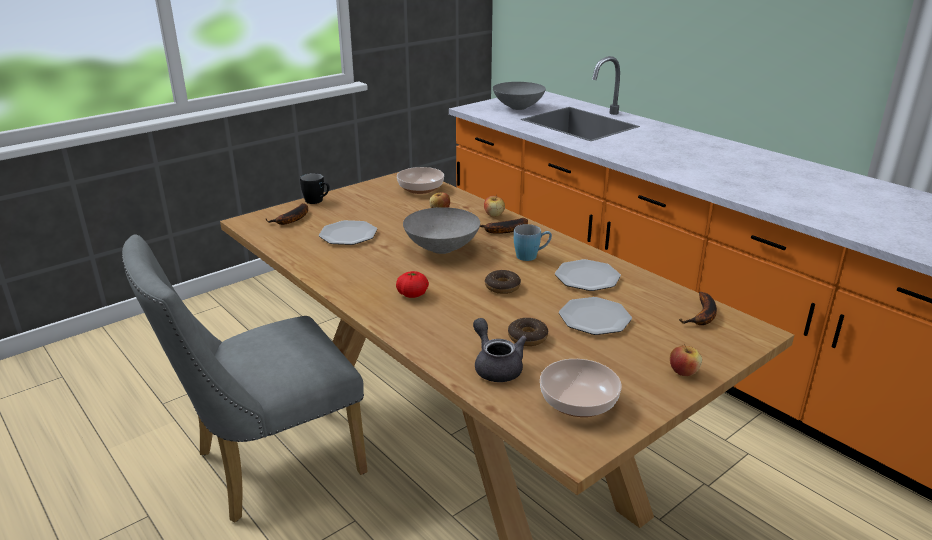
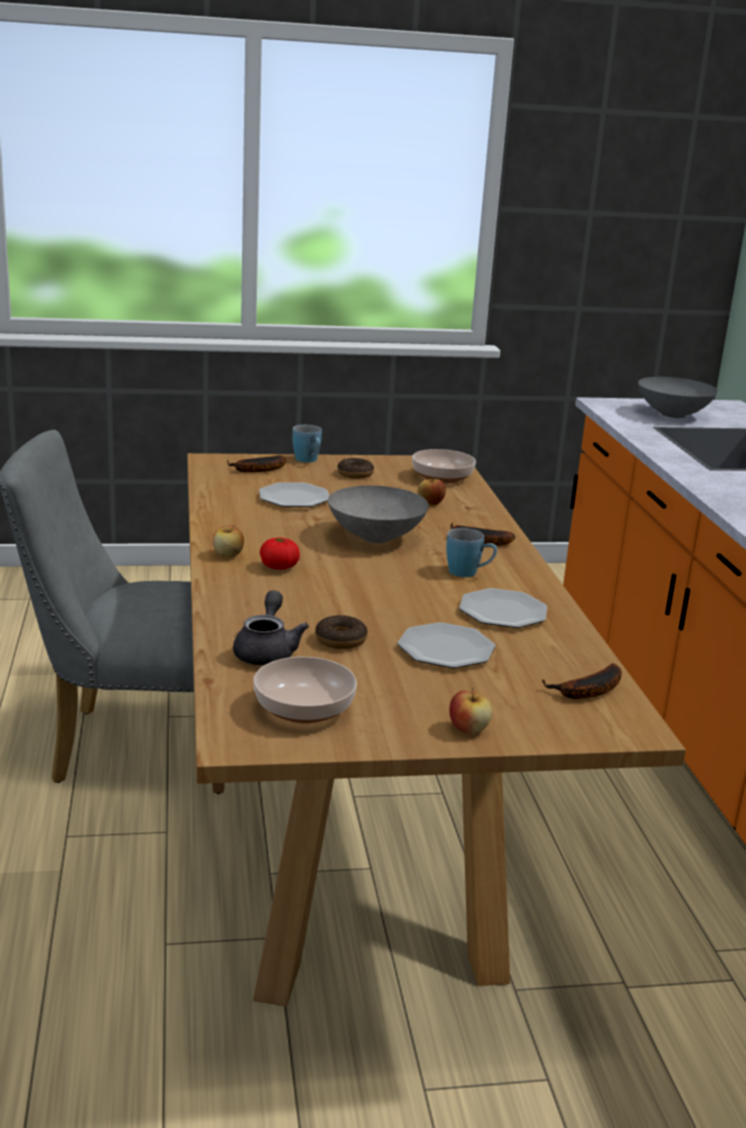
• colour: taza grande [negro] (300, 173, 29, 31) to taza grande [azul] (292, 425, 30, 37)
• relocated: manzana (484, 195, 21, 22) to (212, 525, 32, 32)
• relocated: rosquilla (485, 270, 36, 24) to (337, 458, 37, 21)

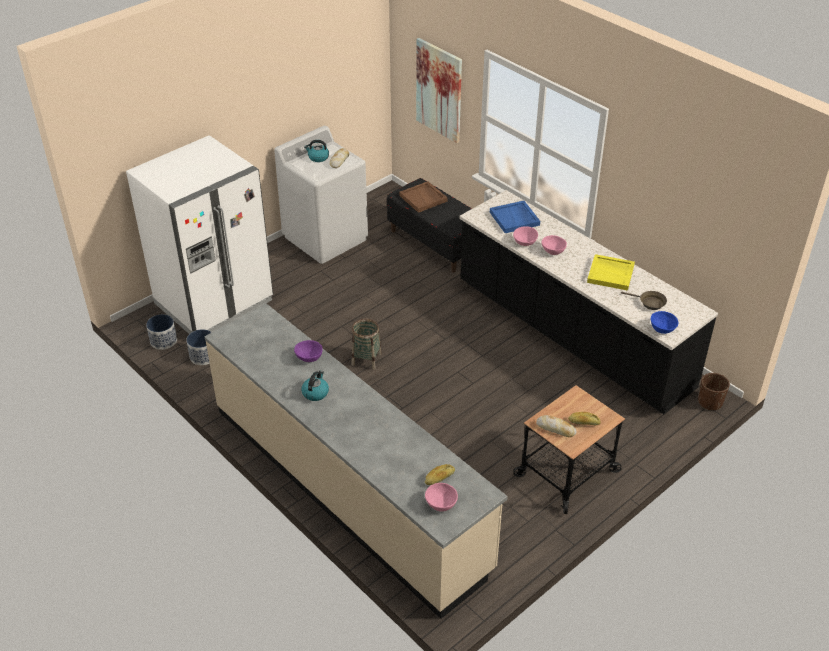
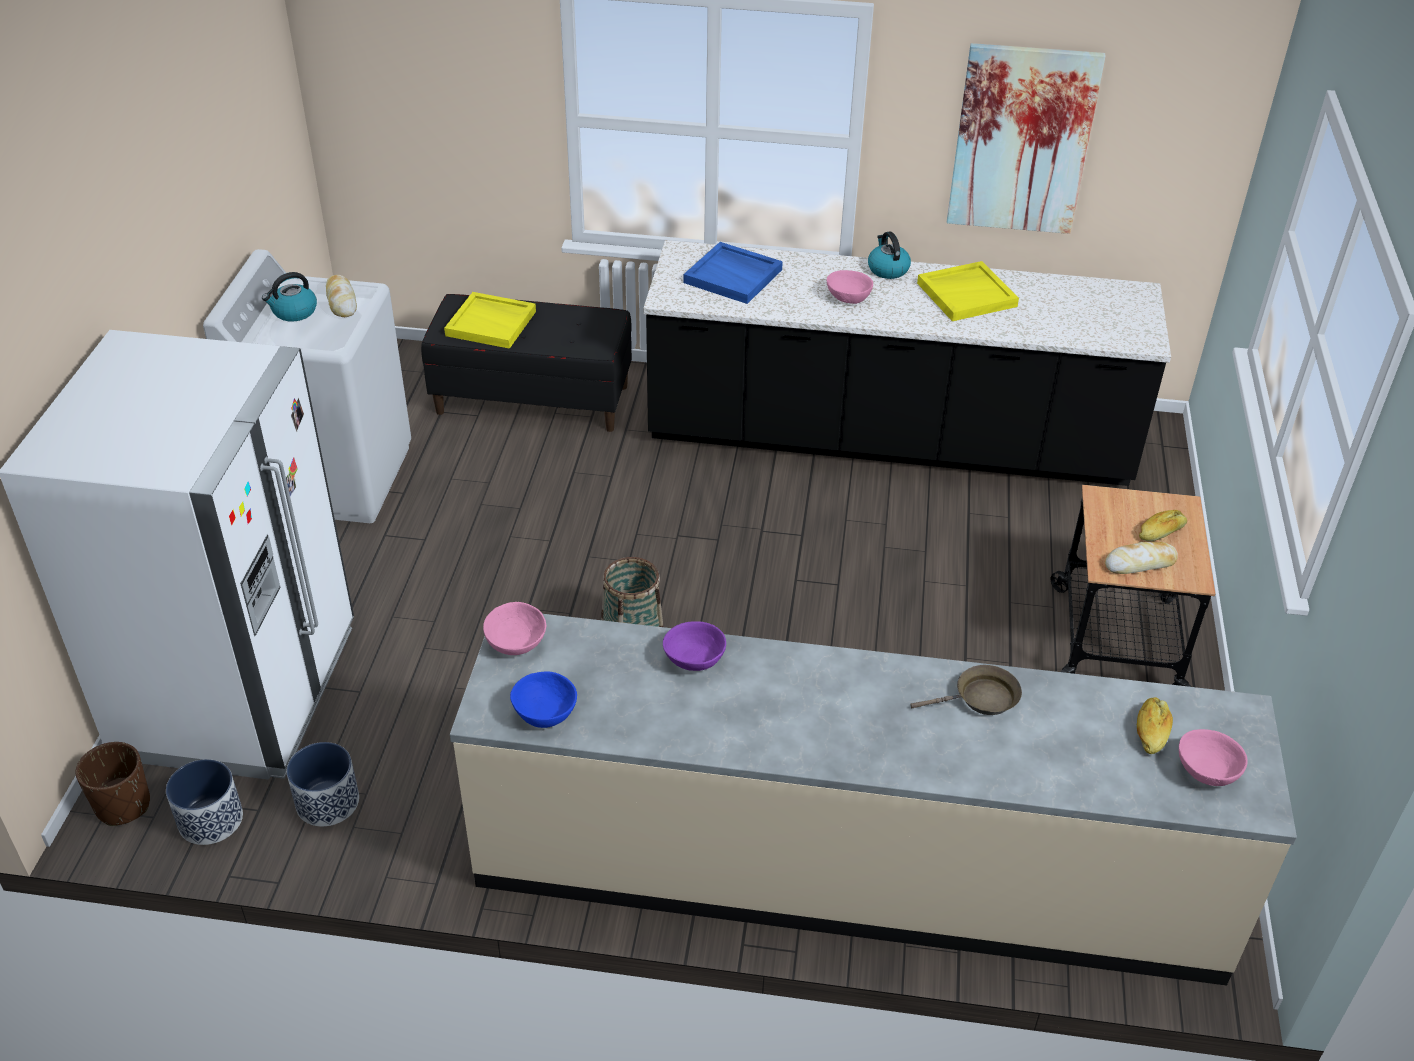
• relocated: cuadro (416, 38, 46, 105) to (947, 43, 158, 191)
• colour: bandeja [marrón] (399, 181, 49, 32) to bandeja [amarillo] (444, 292, 92, 57)
• relocated: cuenco [rosa] (513, 226, 25, 20) to (483, 602, 63, 53)
• relocated: sartén [marrón] (621, 291, 46, 19) to (910, 665, 112, 50)
• relocated: cuenco [azul] (651, 311, 27, 23) to (510, 671, 67, 57)
• relocated: hervidor (301, 371, 28, 30) to (868, 232, 43, 47)
• relocated: maceta [marrón] (698, 373, 32, 37) to (76, 742, 74, 84)

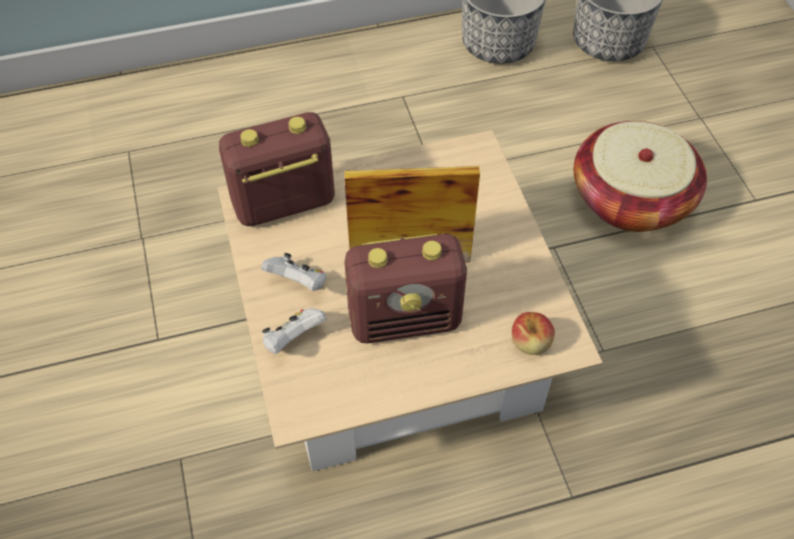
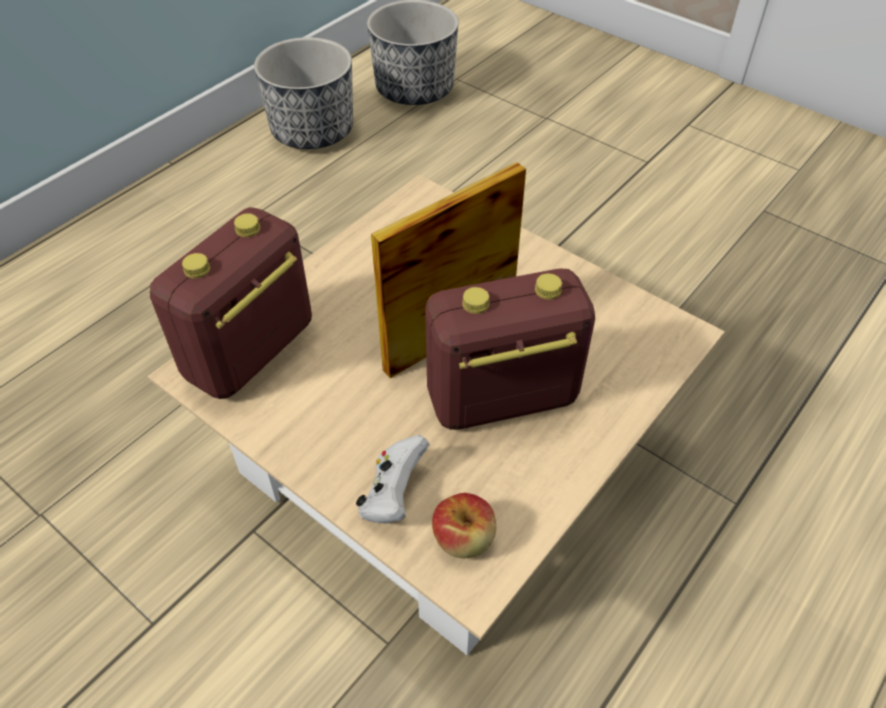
• missing: cesta (574, 121, 133, 111)
• spun: radio (344, 234, 123, 109) = (425, 268, 170, 162) 150 degrees counterclockwise
• missing: mando de consola [blanco] (261, 253, 65, 38)
• relocated: manzana (512, 312, 43, 43) to (432, 493, 64, 65)

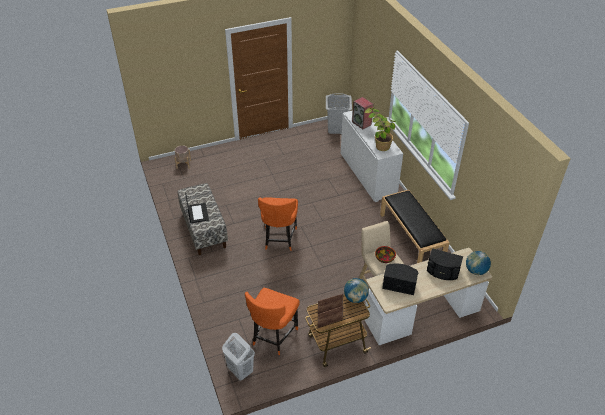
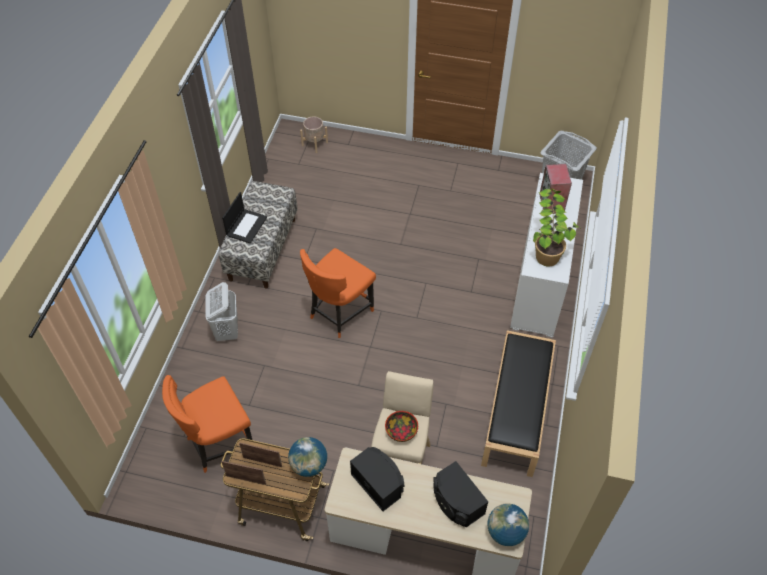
• relocated: cesto de la ropa [blanco] (222, 333, 33, 48) to (205, 282, 33, 59)

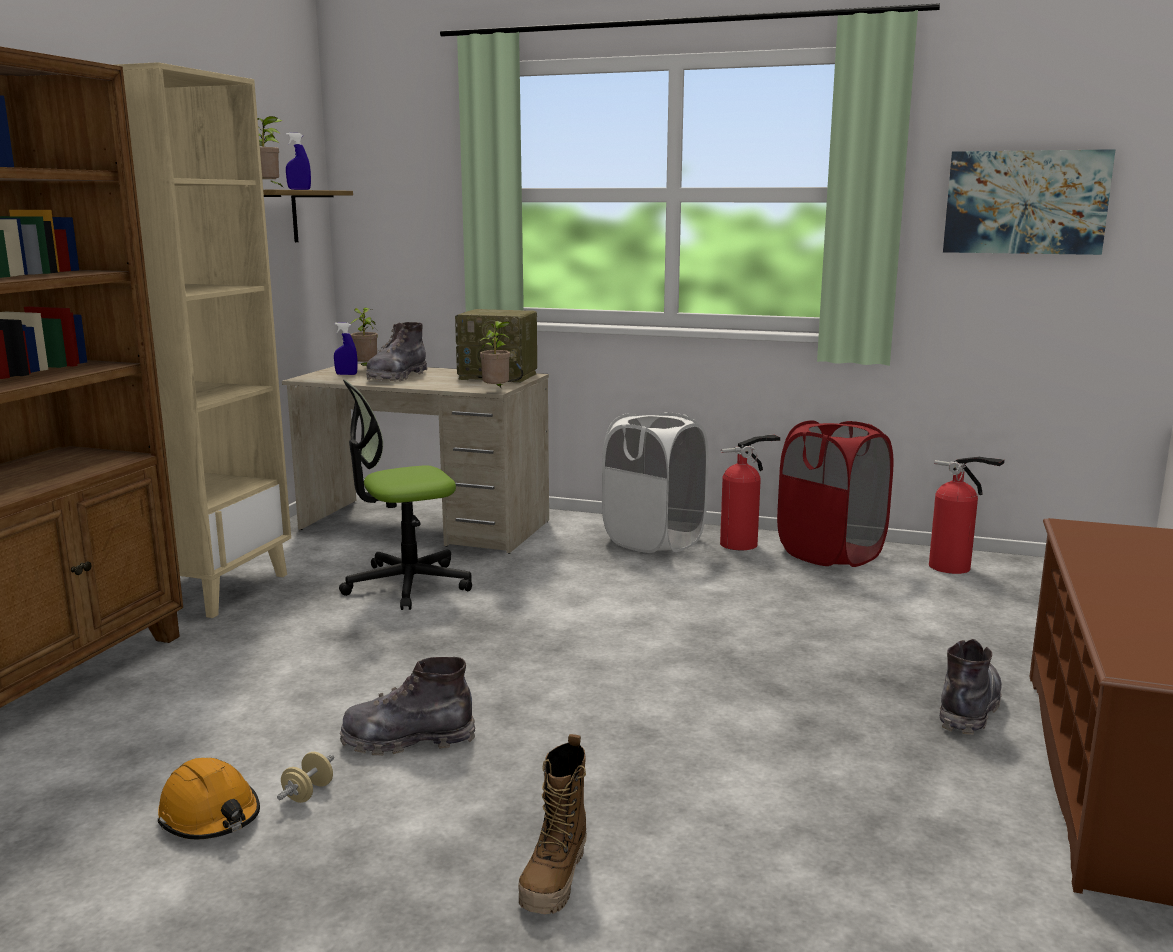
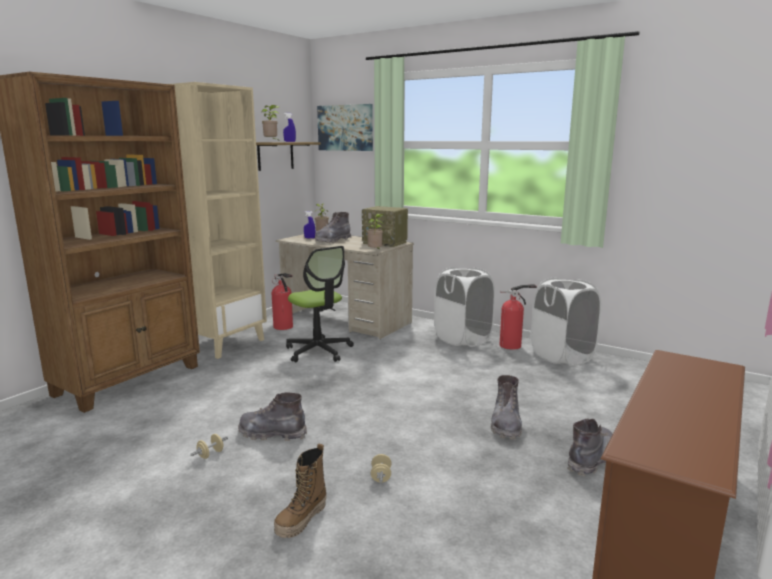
• relocated: cuadro (943, 149, 173, 106) to (317, 104, 56, 47)
• spun: silla de oficina (339, 380, 133, 230) = (286, 246, 68, 116) 120 degrees counterclockwise
• colour: cesto de la ropa [rojo] (777, 420, 116, 147) to cesto de la ropa [blanco] (531, 278, 71, 88)
• relocated: extintor (929, 457, 76, 117) to (271, 273, 22, 57)
• missing: casco [naranja] (158, 758, 102, 81)
• appeared: bota [gris] (491, 375, 31, 65)
• appeared: mancuerna [beis] (371, 454, 21, 29)

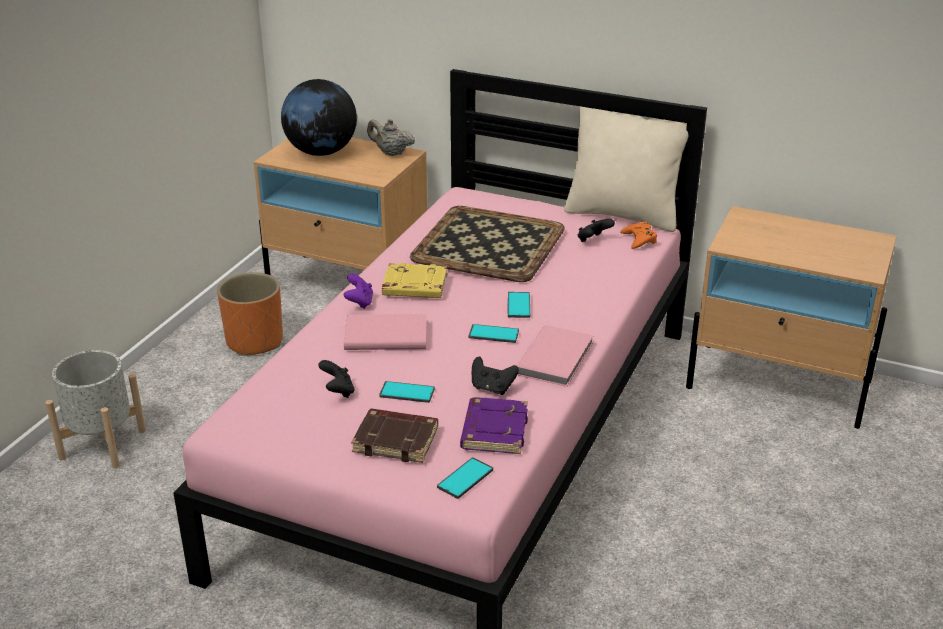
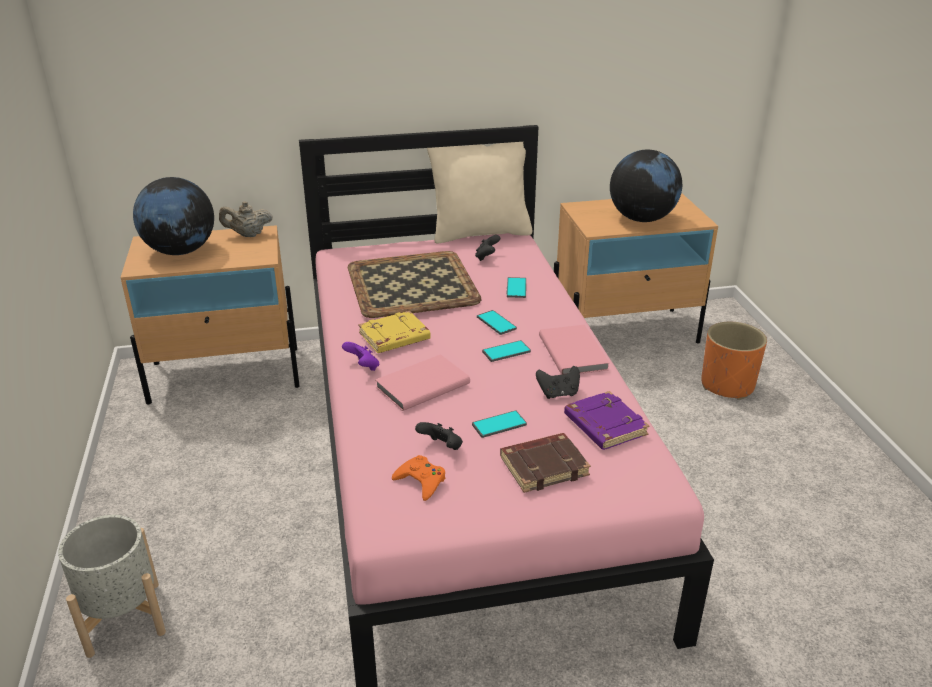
• relocated: mando de consola [naranja] (620, 221, 37, 28) to (392, 455, 53, 46)
• relocated: maceta [naranja] (217, 272, 66, 84) to (701, 322, 66, 78)
• relocated: móvil (437, 457, 56, 42) to (507, 277, 19, 21)
• appeared: globo terráqueo (610, 150, 72, 72)

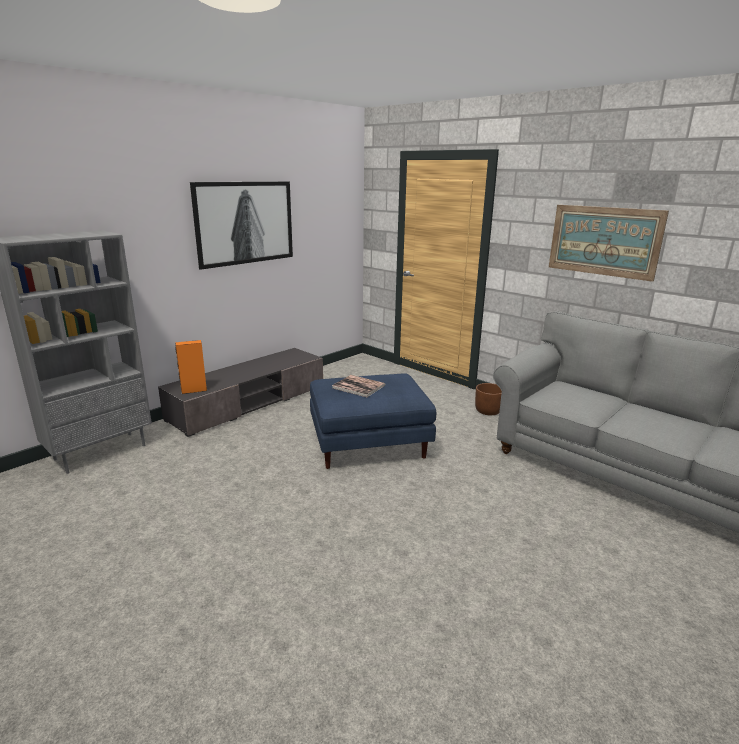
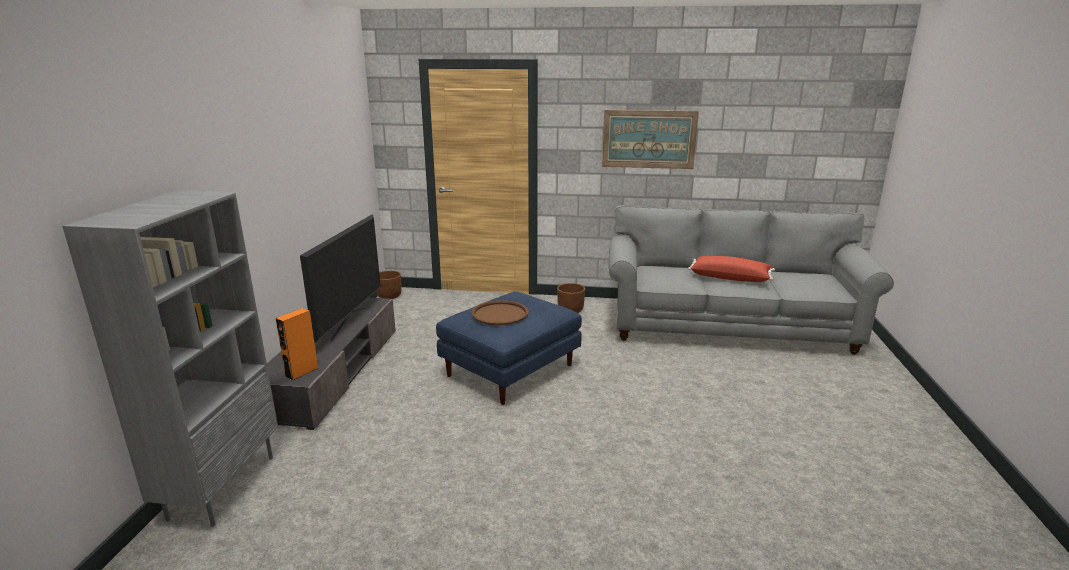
• missing: cuadro (190, 181, 103, 89)
• exchanged: libro (332, 375, 53, 22) to bandeja [marrón] (471, 300, 58, 25)
• appeared: televisor (300, 214, 81, 129)
• appeared: cojín [rojo] (688, 256, 87, 26)
• appeared: maceta [marrón] (376, 271, 25, 28)

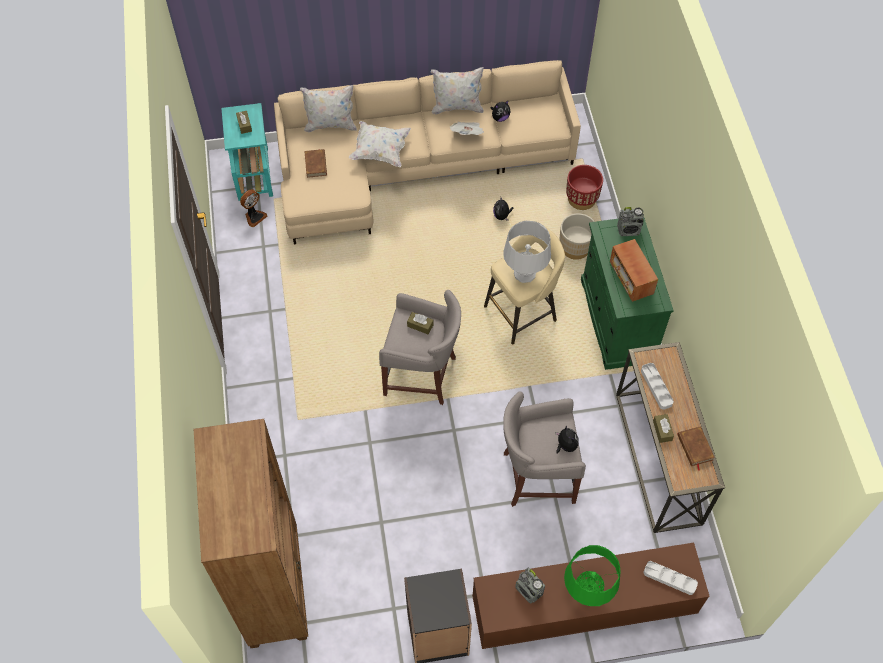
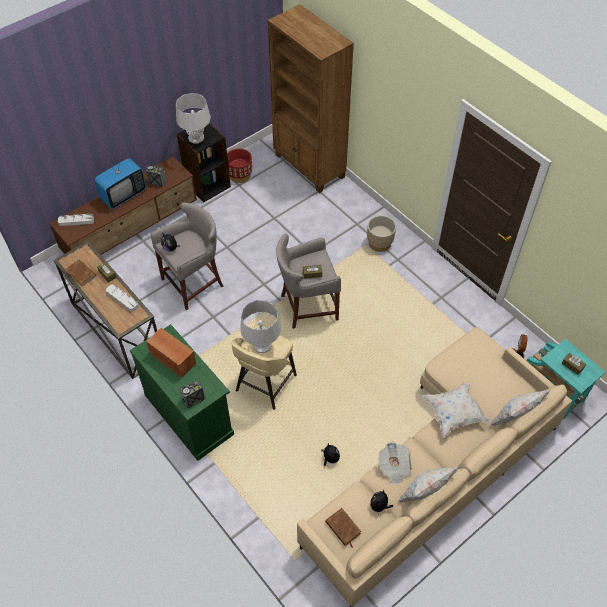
• relocated: libro [marrón] (305, 149, 22, 29) to (325, 508, 36, 39)
• relocated: maceta [rojo] (566, 165, 37, 45) to (227, 148, 25, 35)
• relocated: maceta [beis] (559, 213, 36, 47) to (367, 215, 29, 37)
• exchanged: lámpara de mesa [verde] (564, 545, 57, 61) to televisor (94, 154, 52, 55)
• appeared: lámpara de mesa [gris] (176, 93, 35, 51)

